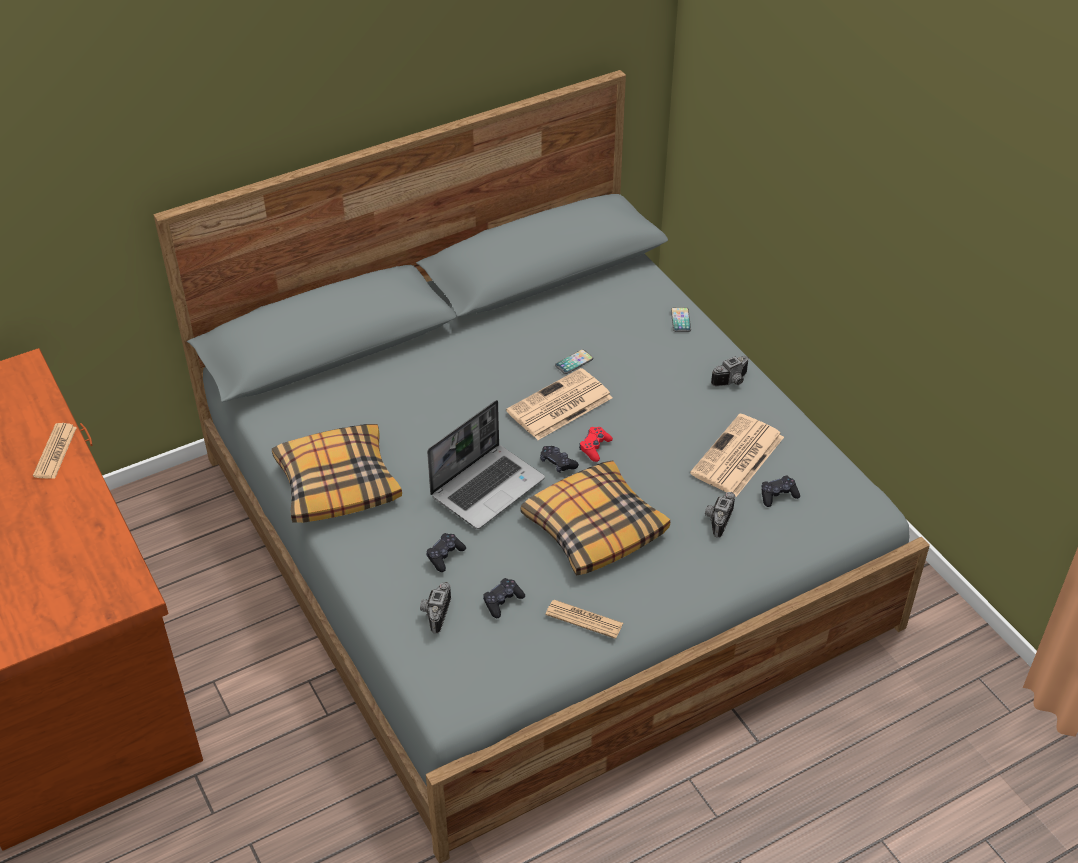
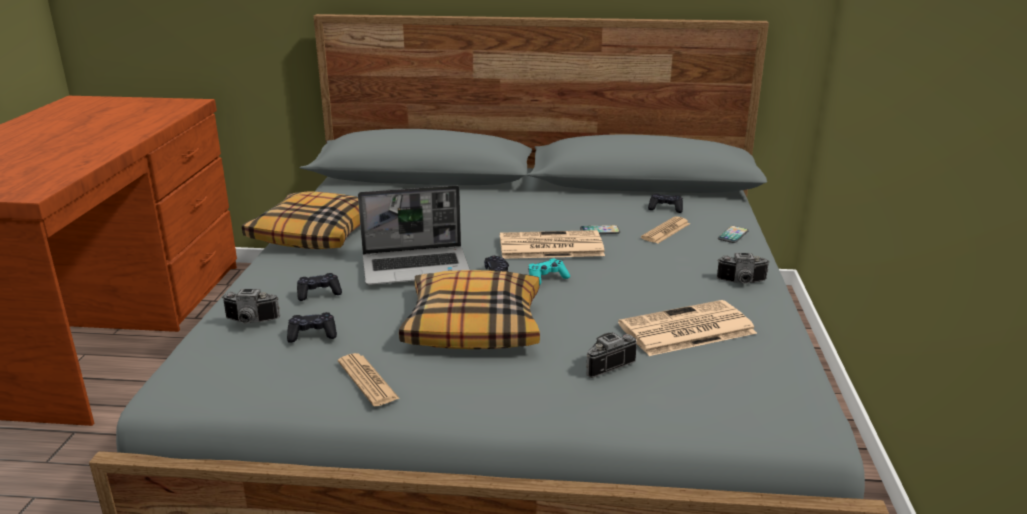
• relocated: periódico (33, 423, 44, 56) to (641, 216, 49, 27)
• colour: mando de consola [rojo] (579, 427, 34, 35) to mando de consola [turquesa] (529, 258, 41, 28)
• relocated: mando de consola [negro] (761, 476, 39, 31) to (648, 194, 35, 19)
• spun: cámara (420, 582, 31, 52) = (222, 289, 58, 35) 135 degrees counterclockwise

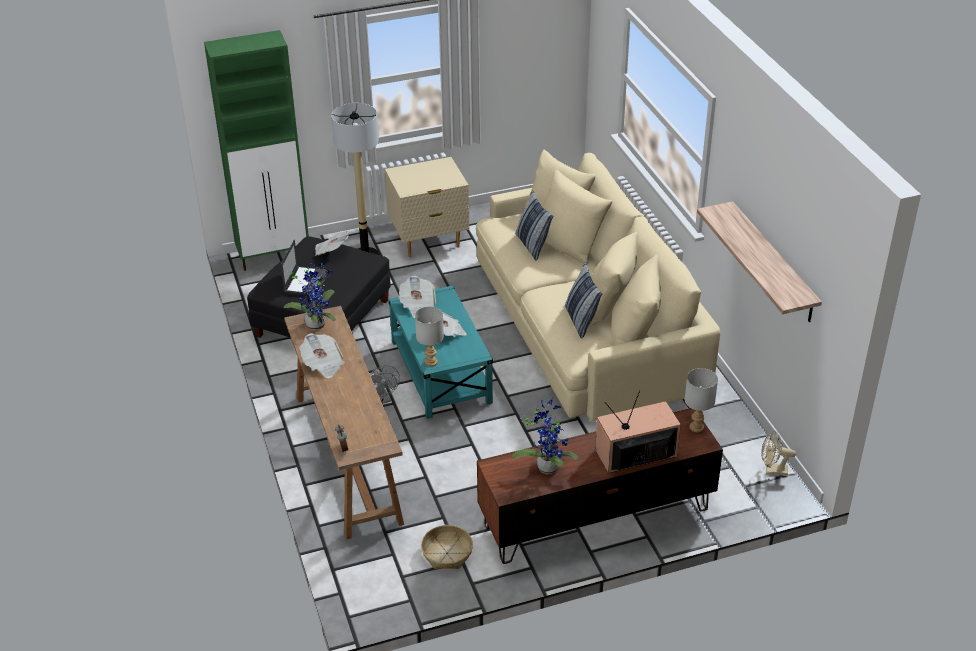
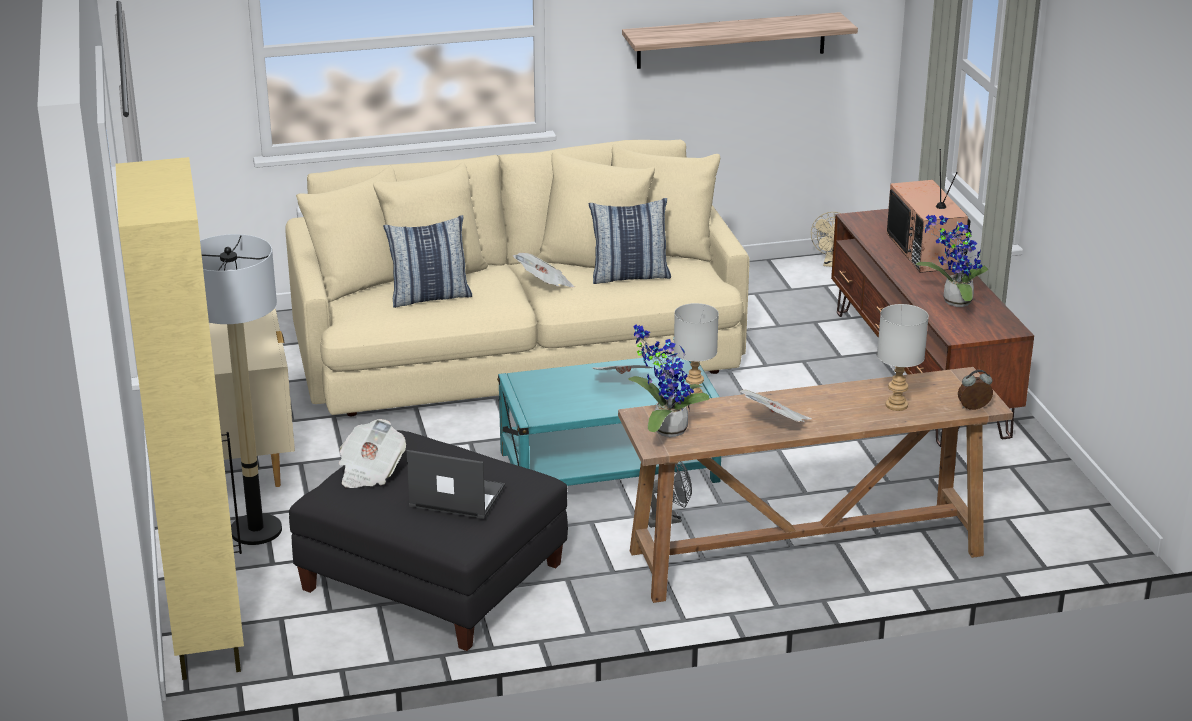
• colour: armario [verde] (204, 30, 105, 241) to armario [beis] (116, 157, 128, 523)
• relocated: periódico (398, 276, 38, 42) to (513, 253, 62, 34)
• relocated: lámpara de mesa [gris] (685, 368, 33, 64) to (877, 304, 52, 107)
• missing: cesta (421, 525, 52, 44)

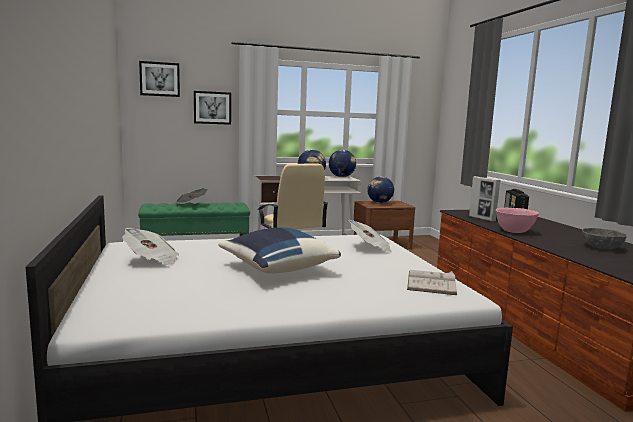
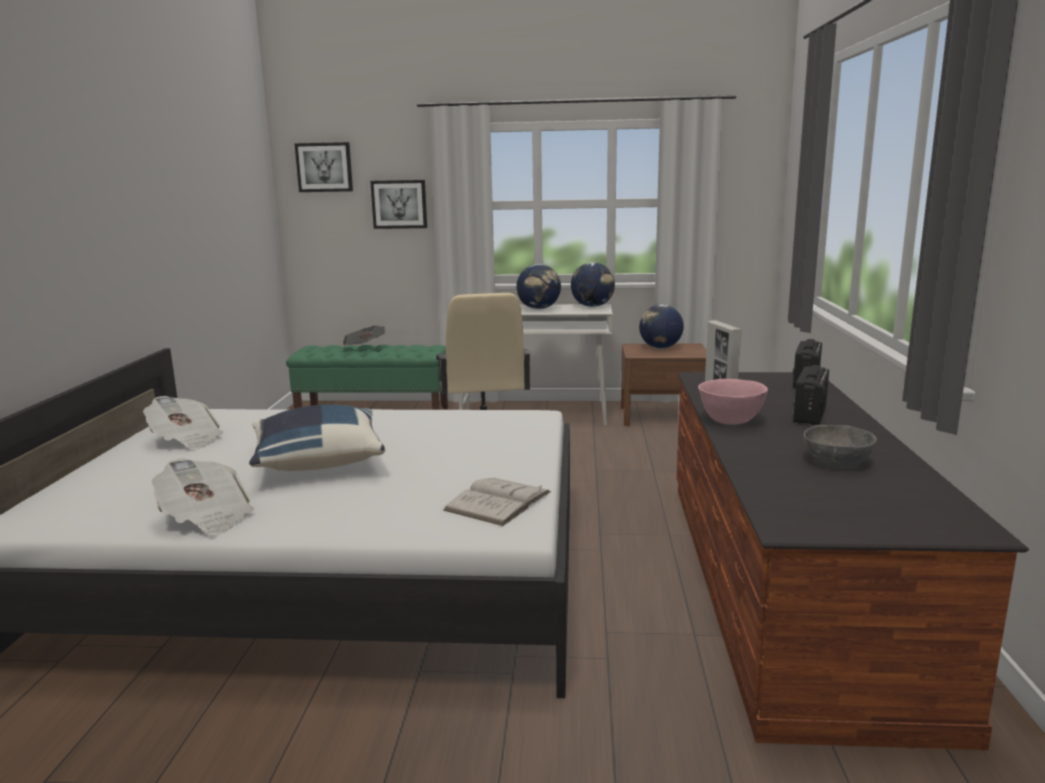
• relocated: periódico (348, 220, 44, 33) to (152, 458, 102, 78)
• appeared: radio (793, 365, 36, 60)

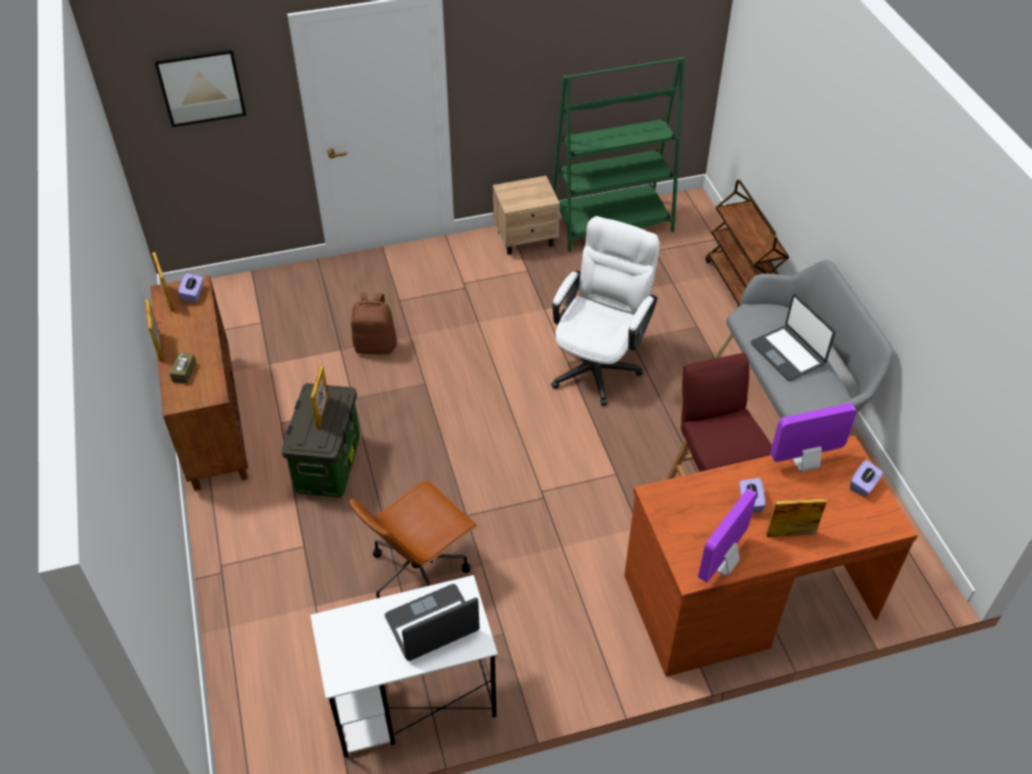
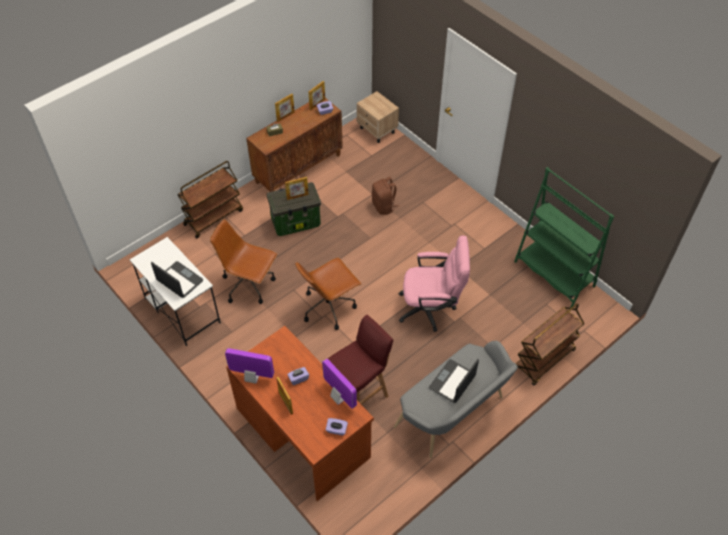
• missing: cuadro (154, 49, 92, 78)
• relocated: mesita de noche [beis] (493, 176, 67, 79) to (357, 91, 42, 52)
• colour: silla de oficina [blanco] (551, 216, 109, 190) to silla de oficina [rosa] (399, 235, 71, 97)
• appeared: carrito [marrón] (177, 161, 66, 77)
• appeared: silla de oficina [marrón] (295, 257, 66, 73)

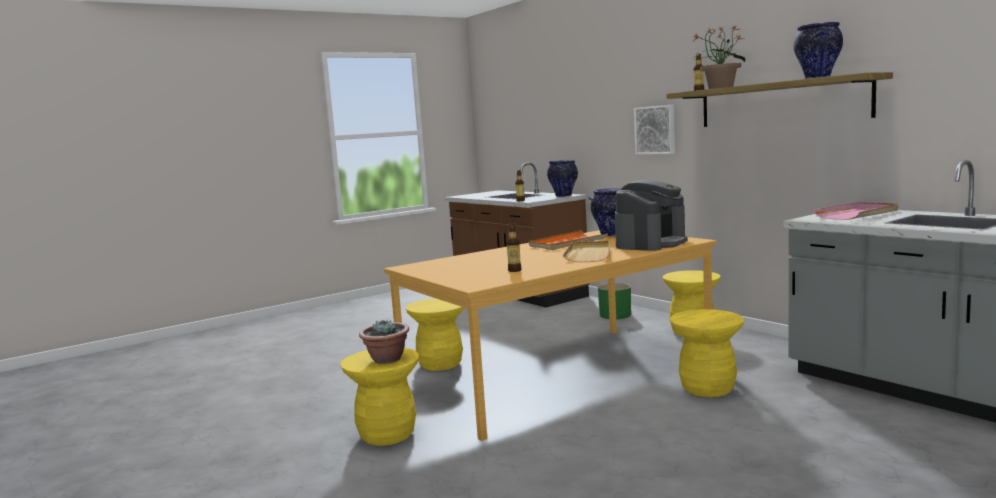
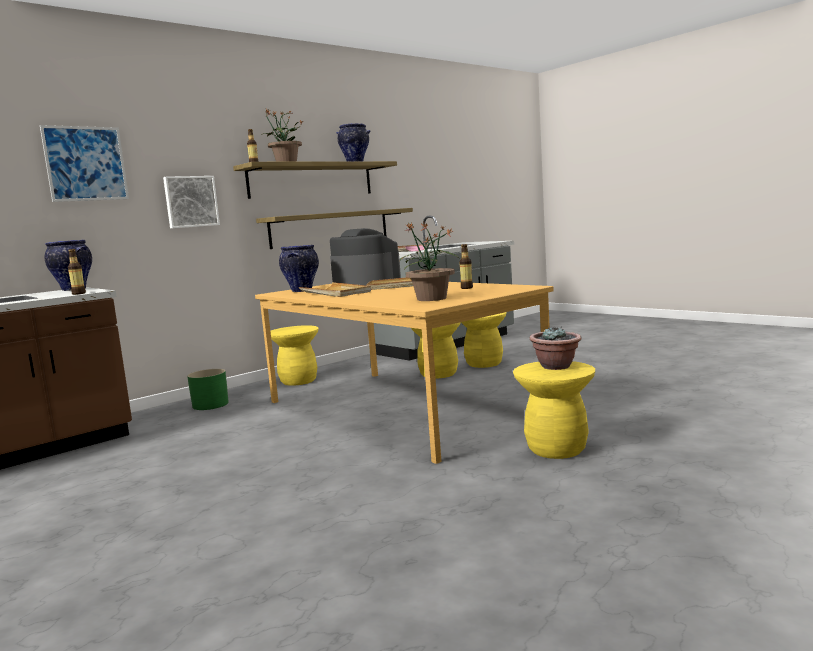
• colour: bandeja [naranja] (529, 230, 79, 20) to bandeja [beis] (299, 282, 72, 15)
• relocated: taburete [amarillo] (406, 298, 58, 73) to (461, 312, 45, 56)
• appeared: cuadro (40, 125, 89, 77)
• appeared: estante (256, 208, 157, 41)
• appeared: planta en maceta (400, 222, 61, 79)

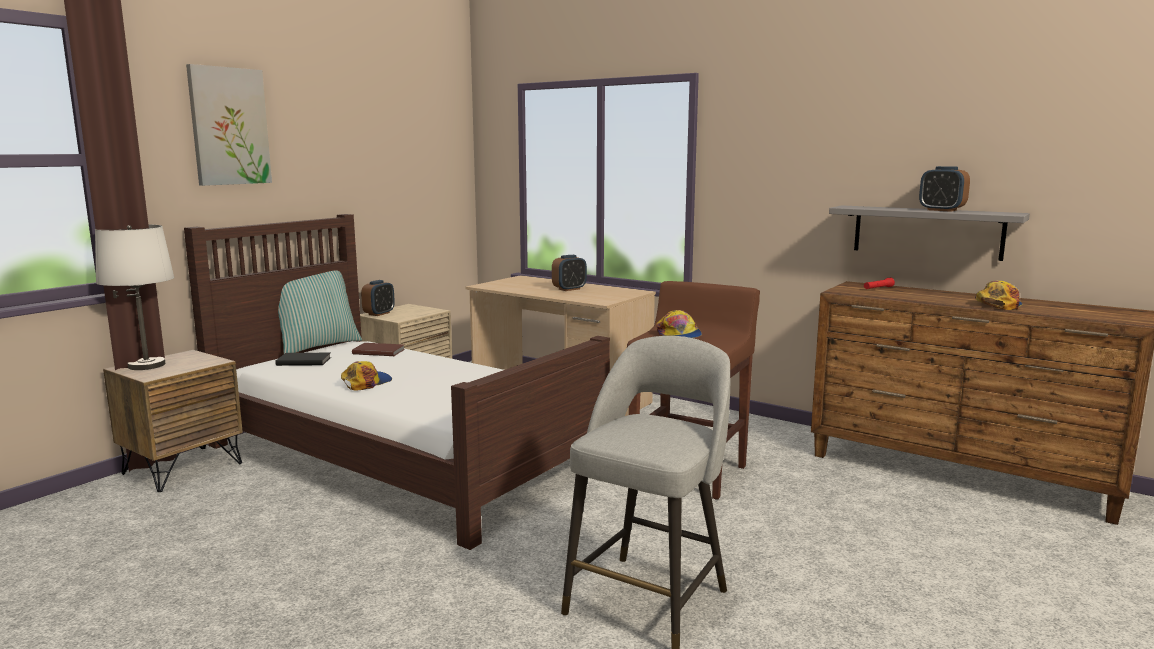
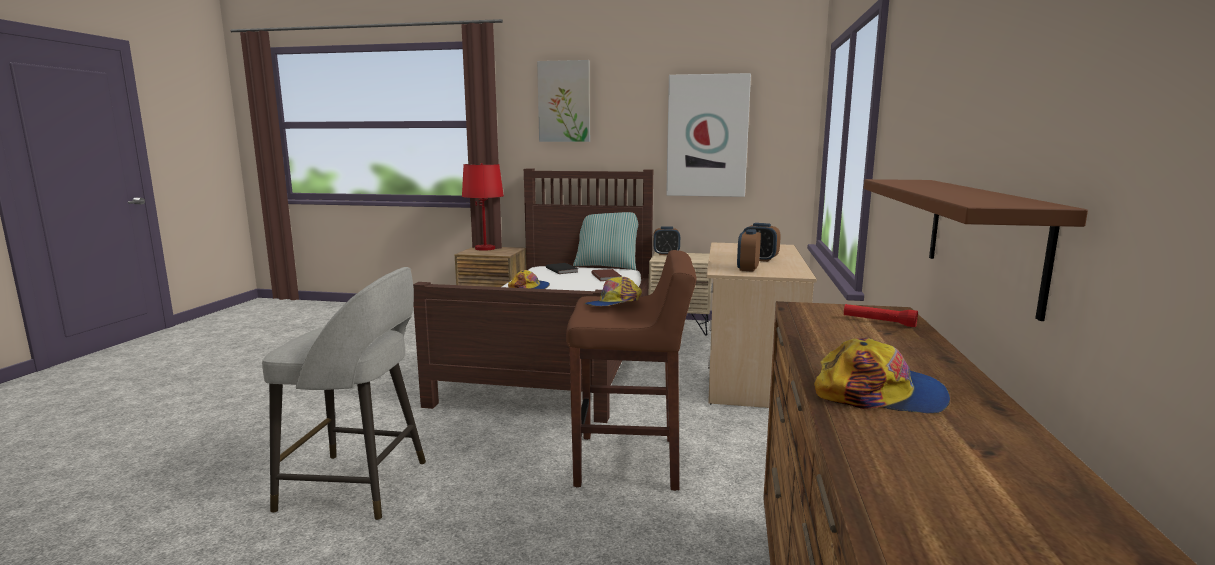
• relocated: despertador (919, 166, 51, 46) to (737, 229, 24, 43)
• colour: estante [gris] (829, 205, 201, 56) to estante [marrón] (864, 179, 224, 142)
• colour: lámpara de mesa [blanco] (95, 225, 79, 145) to lámpara de mesa [rojo] (462, 163, 42, 88)
• appeared: cuadro (666, 73, 85, 124)

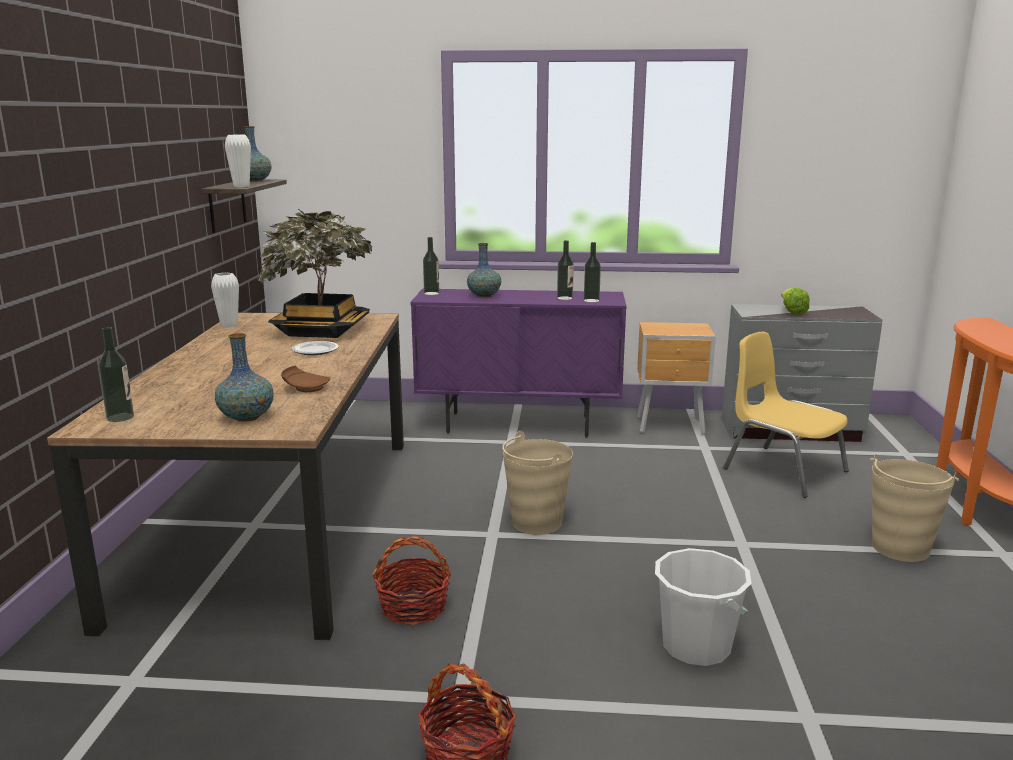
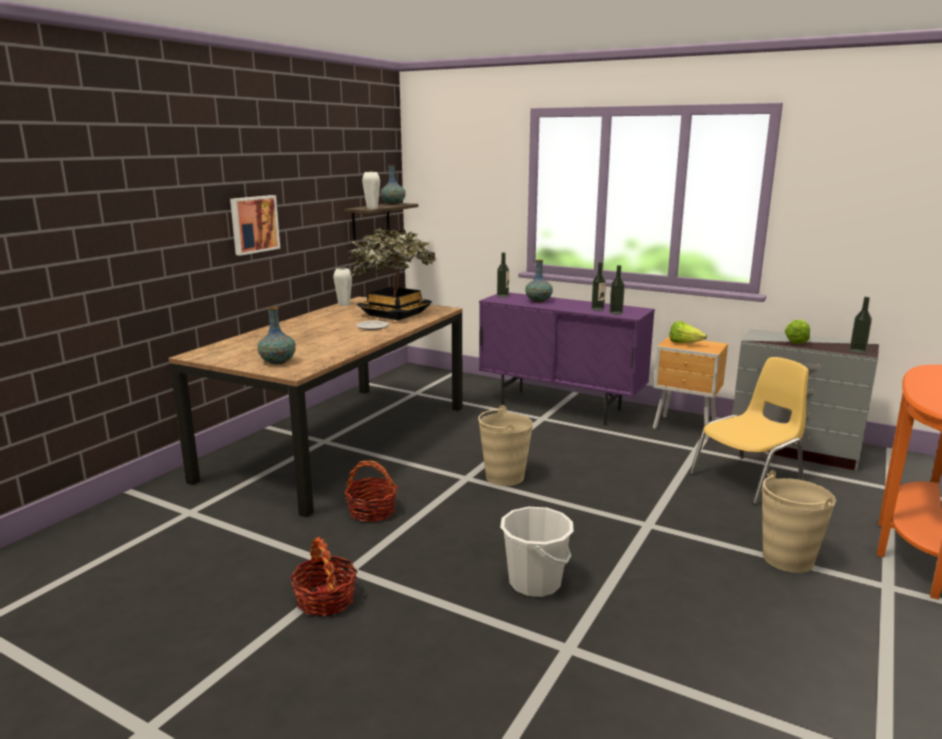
• relocated: botella (98, 327, 36, 95) to (849, 297, 23, 56)
• spun: silla [amarillo] (723, 332, 126, 166) = (690, 357, 119, 148) 75 degrees clockwise
• missing: plato [marrón] (281, 366, 50, 26)
• appeared: cuadro (230, 195, 50, 61)
• appeared: lechuga (669, 321, 38, 22)

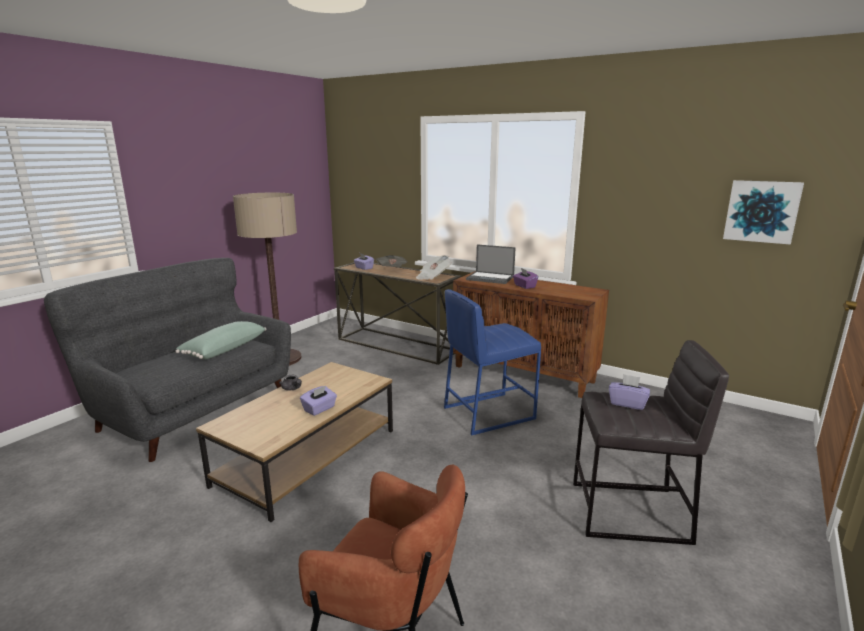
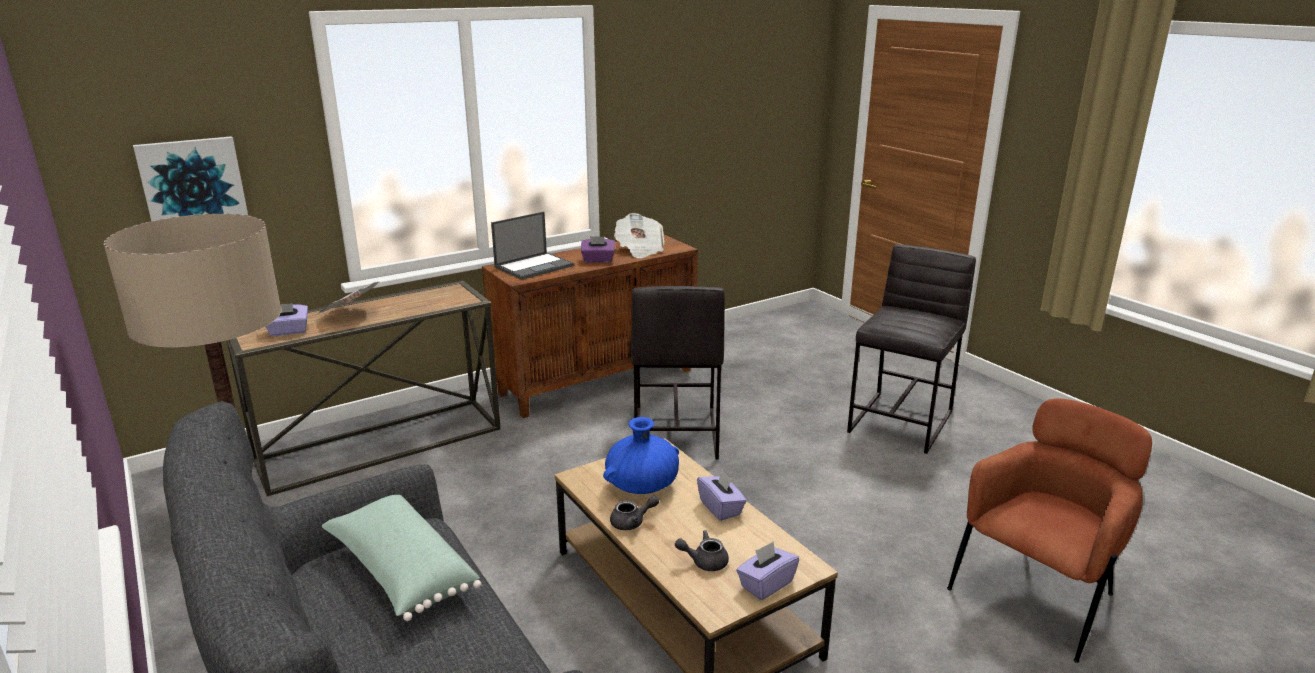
• relocated: cuadro (723, 180, 81, 65) to (133, 136, 115, 85)
• relocated: periódico (416, 255, 35, 25) to (614, 213, 50, 45)
• colour: taburete [azul] (444, 289, 97, 146) to taburete [gris] (631, 286, 94, 173)
• relocated: caja de pañuelos [morado] (609, 374, 41, 36) to (736, 541, 63, 59)
• appeared: florero [azul] (603, 417, 76, 77)
• appeared: tetera [gris] (675, 530, 54, 41)

